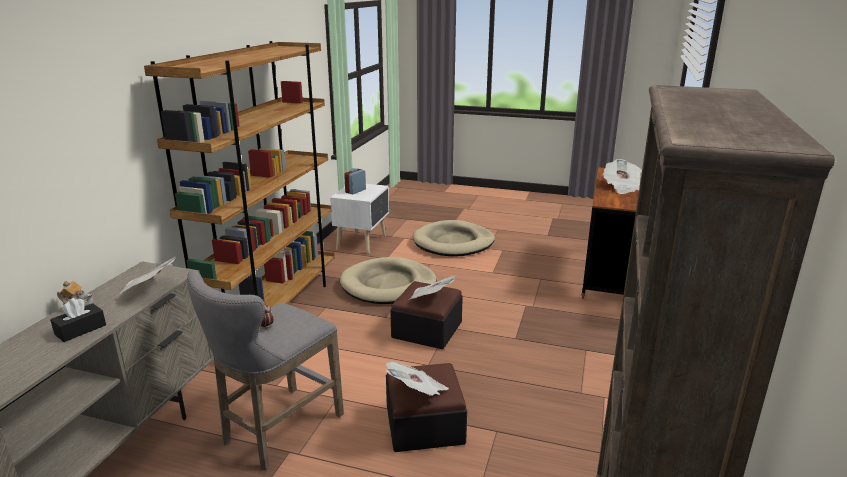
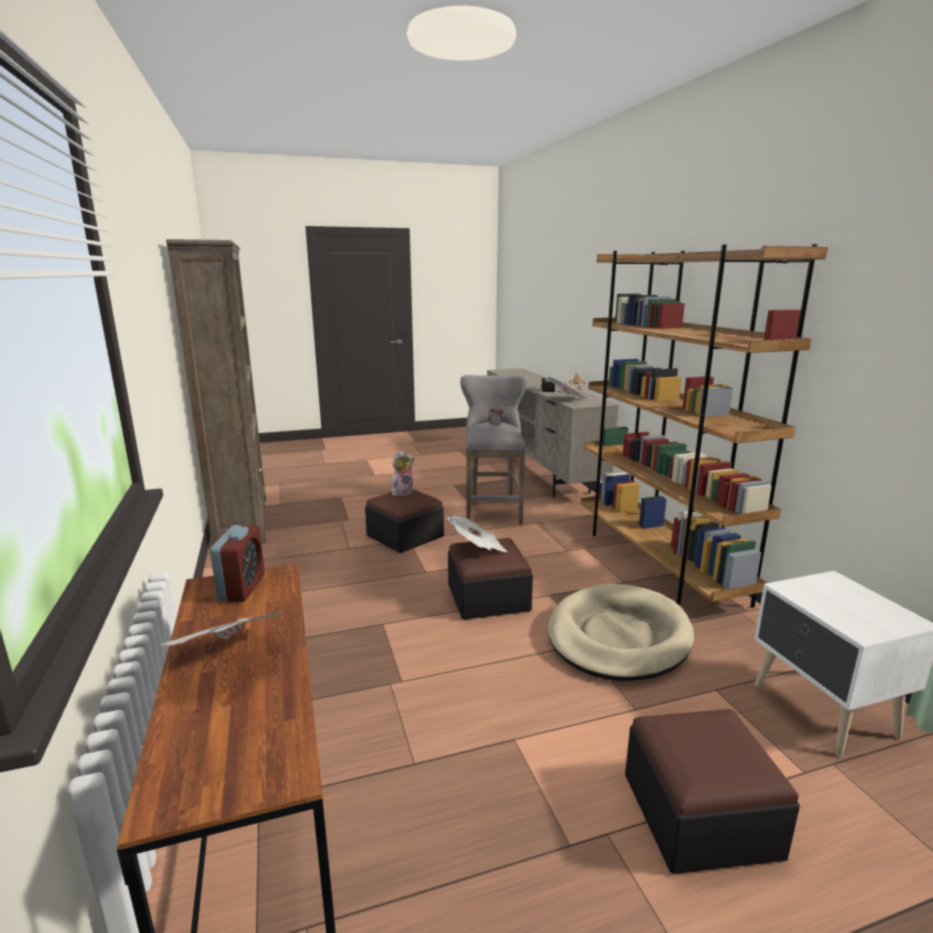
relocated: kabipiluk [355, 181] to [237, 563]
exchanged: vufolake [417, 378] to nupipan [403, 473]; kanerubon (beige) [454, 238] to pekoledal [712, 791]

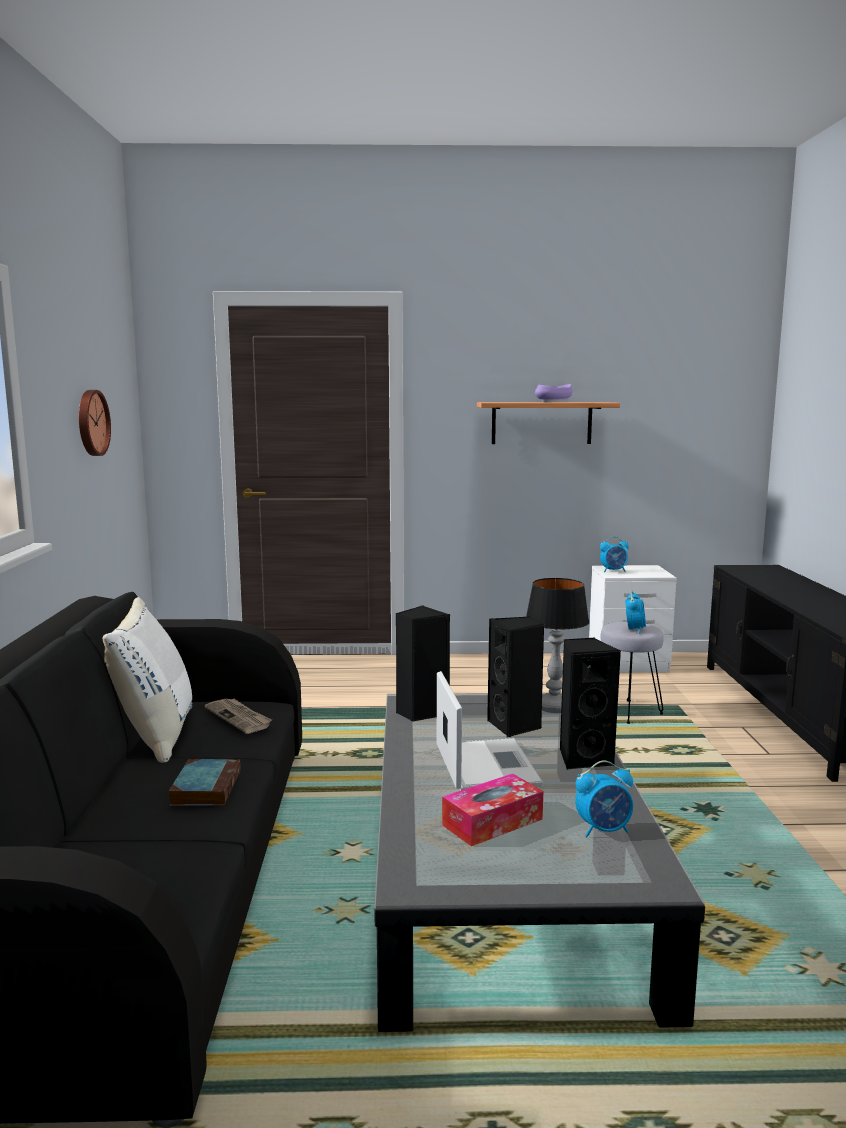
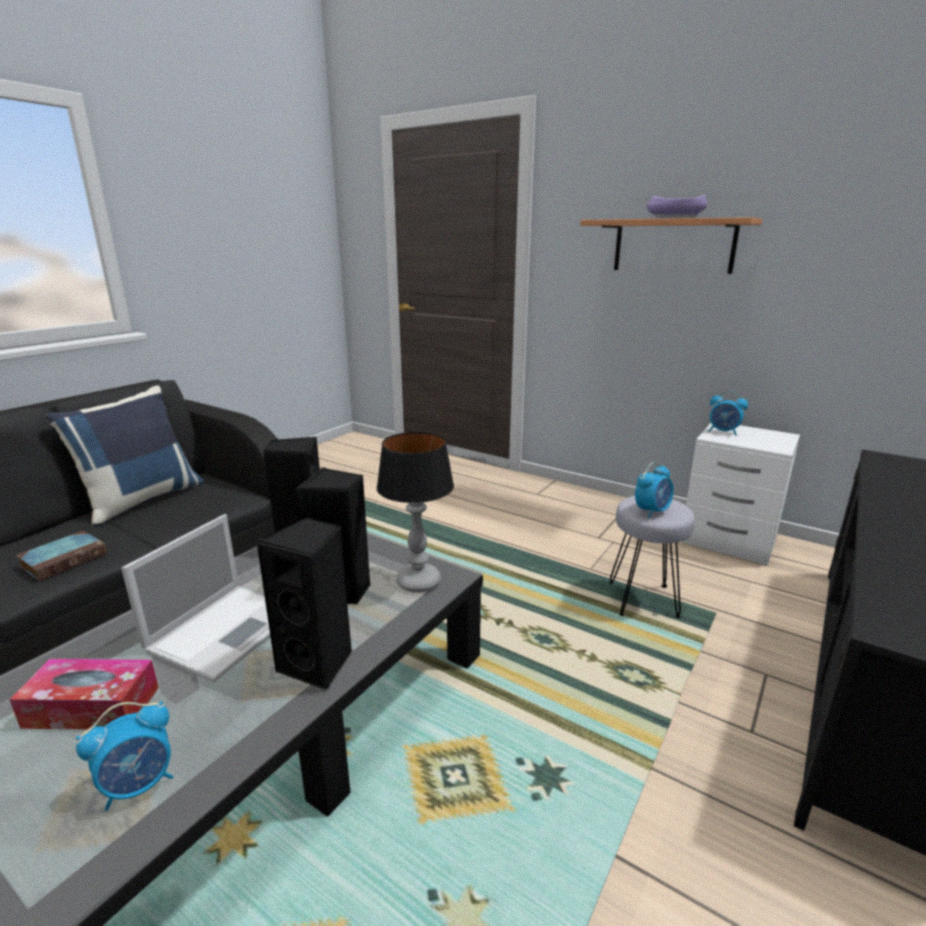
missing: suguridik [95, 423]; vufolake [238, 716]
colour: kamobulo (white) [147, 680] to kamobulo (blue) [124, 456]
spun: kabipiluk [604, 798] = [124, 756] 60 degrees counterclockwise

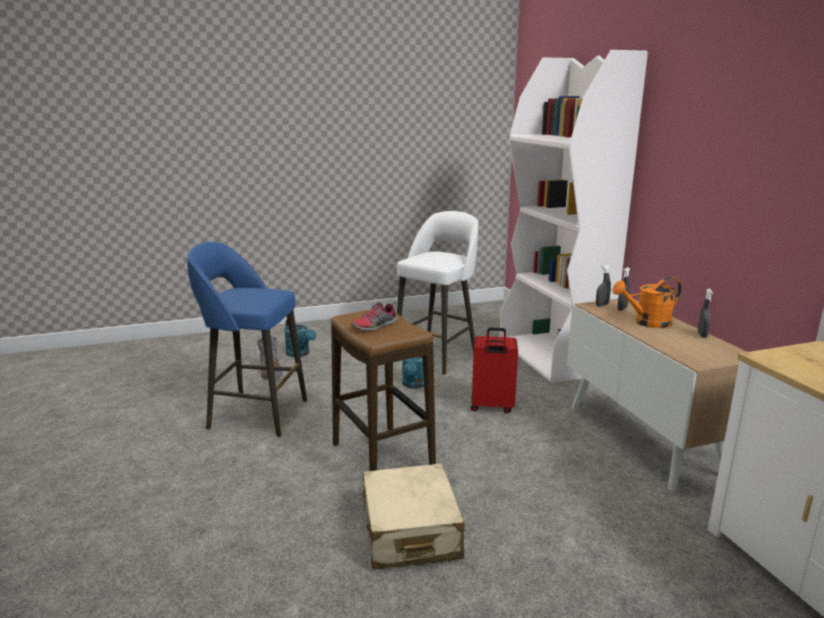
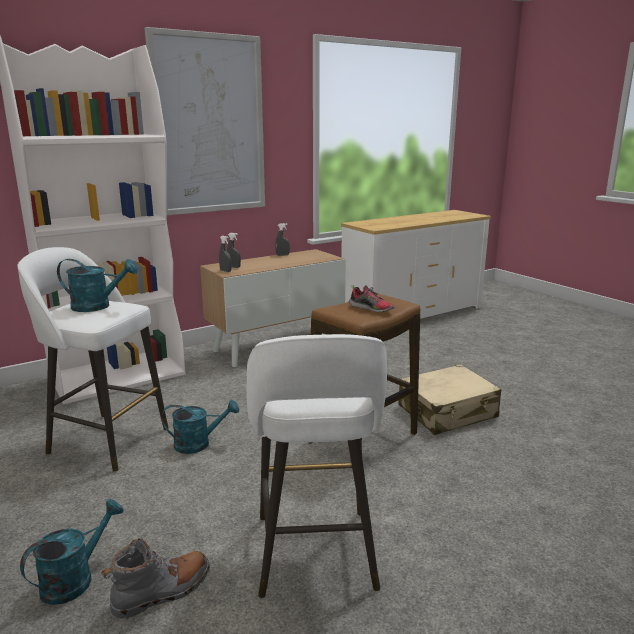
missing: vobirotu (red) [494, 370]; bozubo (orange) [647, 302]
appeared: bozubo (turquoise) [97, 285]; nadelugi [204, 121]
colour: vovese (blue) [247, 339] to vovese (white) [317, 466]

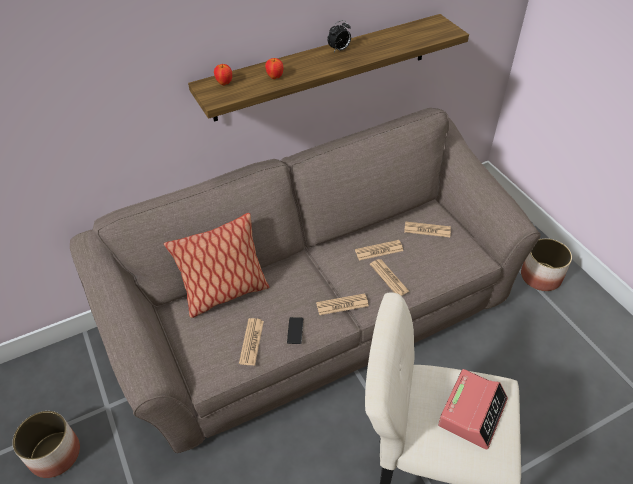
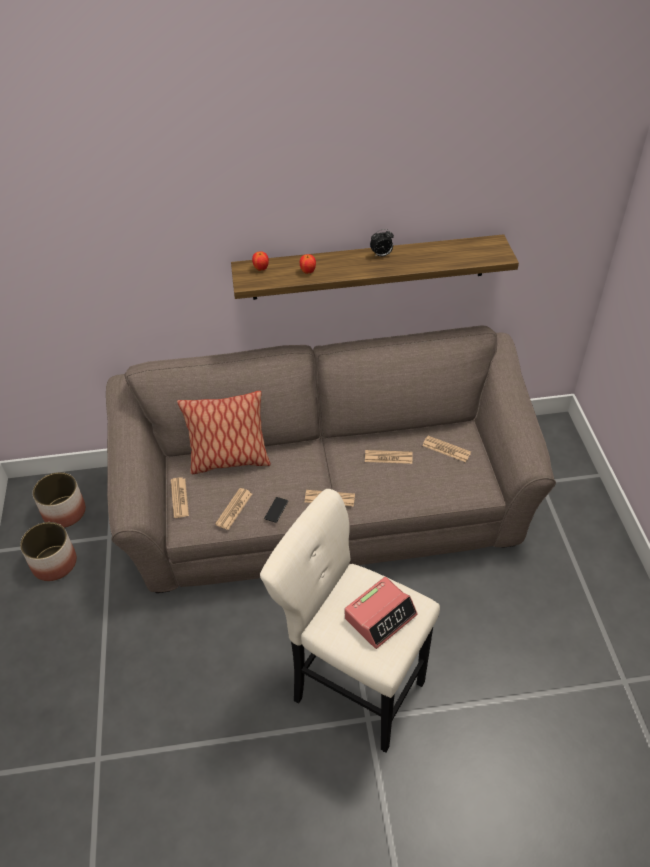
relocated: vufolake [390, 277] to [180, 497]; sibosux [546, 264] to [59, 500]

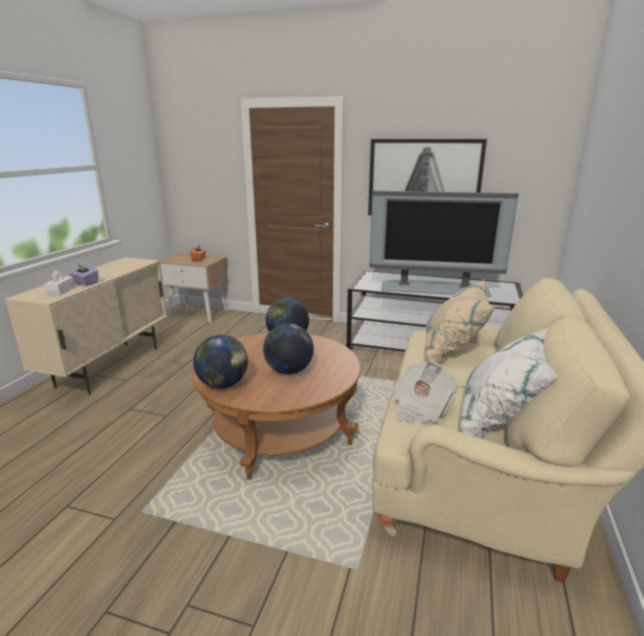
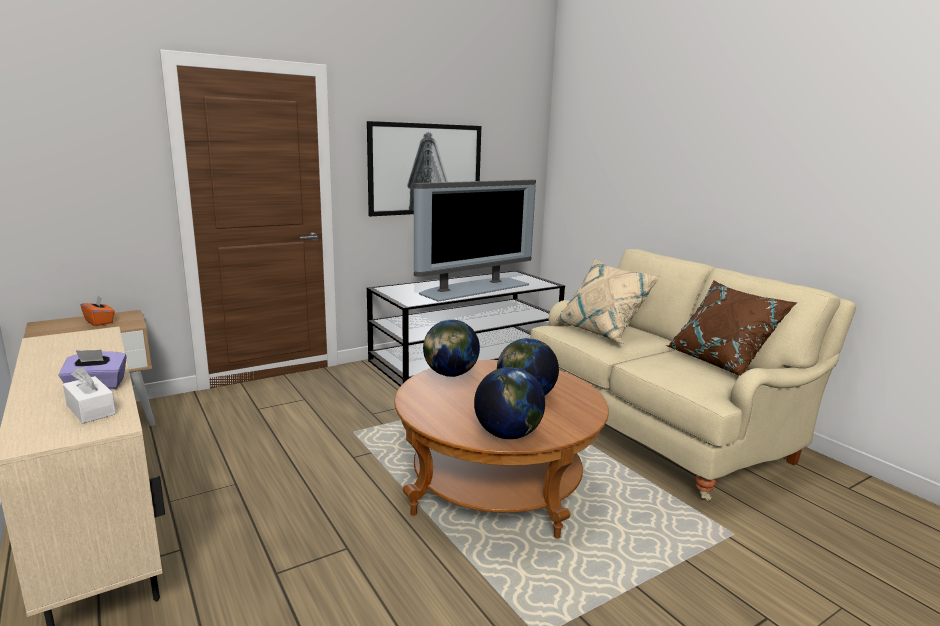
missing: vufolake [425, 392]
colour: kamobulo (white) [509, 383] to kamobulo (brown) [731, 328]

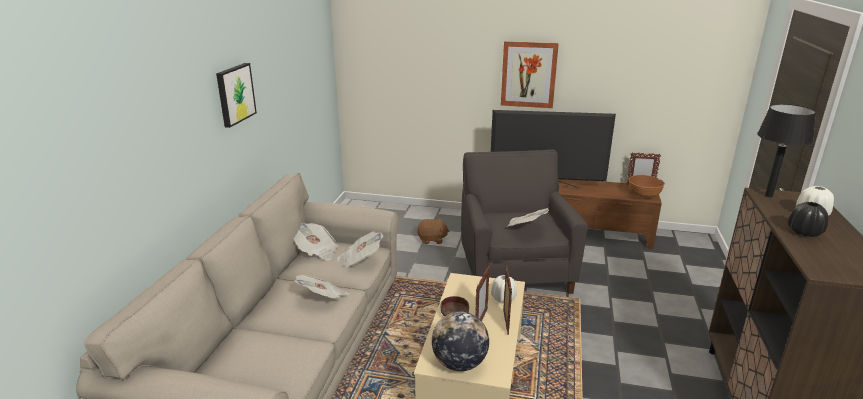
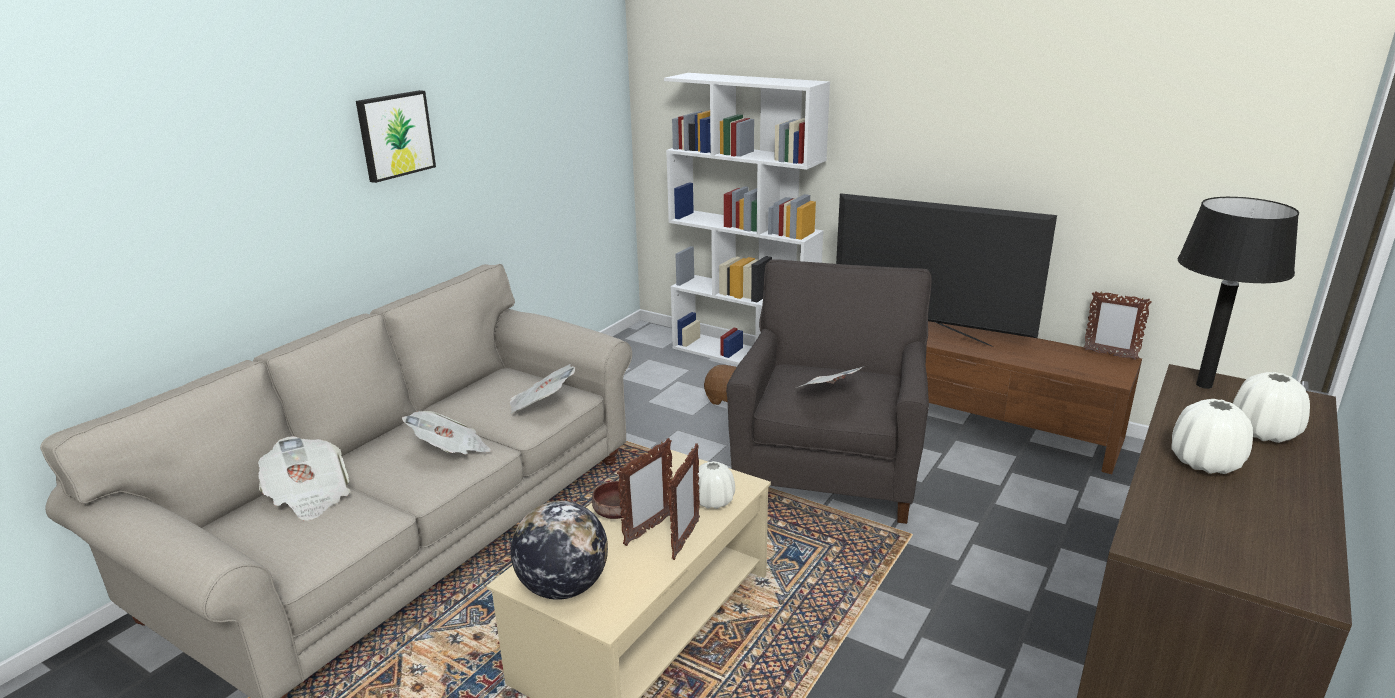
missing: nadelugi [530, 74]; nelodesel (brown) [646, 186]
appeared: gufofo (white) [747, 219]
relocated: vufolake [316, 242] to [304, 478]
colour: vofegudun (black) [808, 219] to vofegudun (white) [1212, 436]

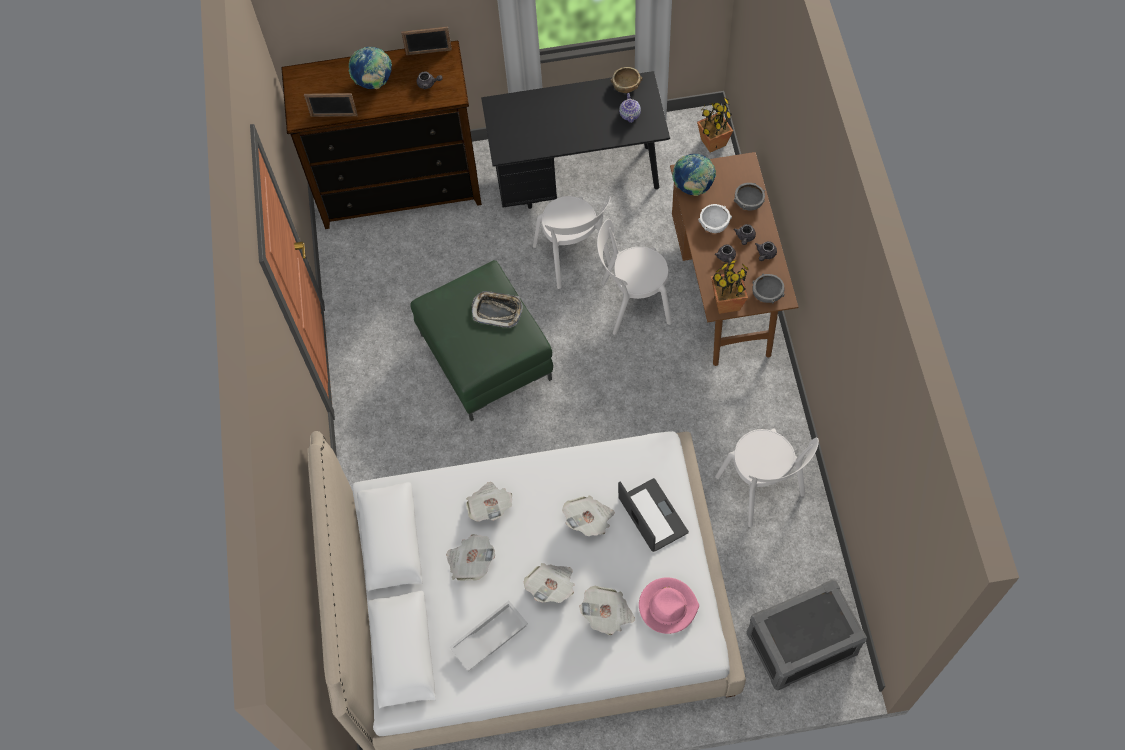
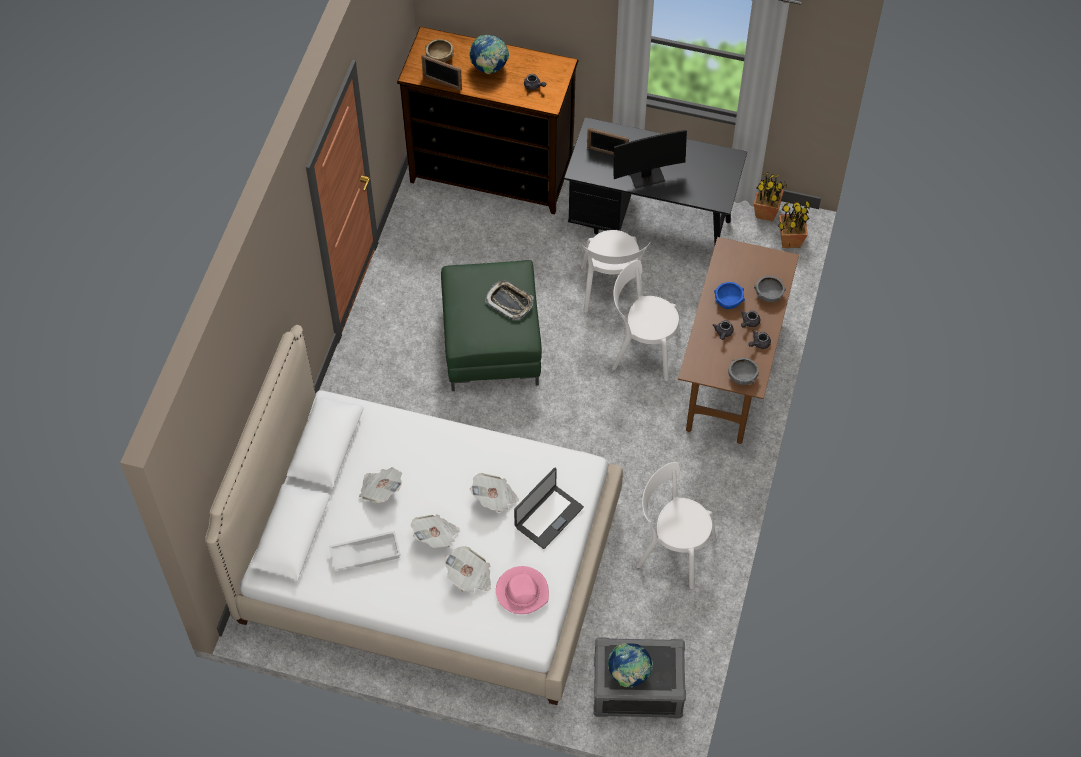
missing: vufolake [489, 502]; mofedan [630, 108]
appeared: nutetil [650, 159]
relocated: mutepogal [426, 41] to [608, 141]; nelodesel (brown) [626, 80] to [440, 50]; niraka [694, 175] to [630, 665]; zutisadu [730, 287] to [770, 197]
colour: nelodesel (white) [715, 218] to nelodesel (blue) [729, 295]
spun: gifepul [653, 515] = [549, 508] 45 degrees clockwise; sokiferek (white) [767, 477] = [676, 525] 120 degrees clockwise

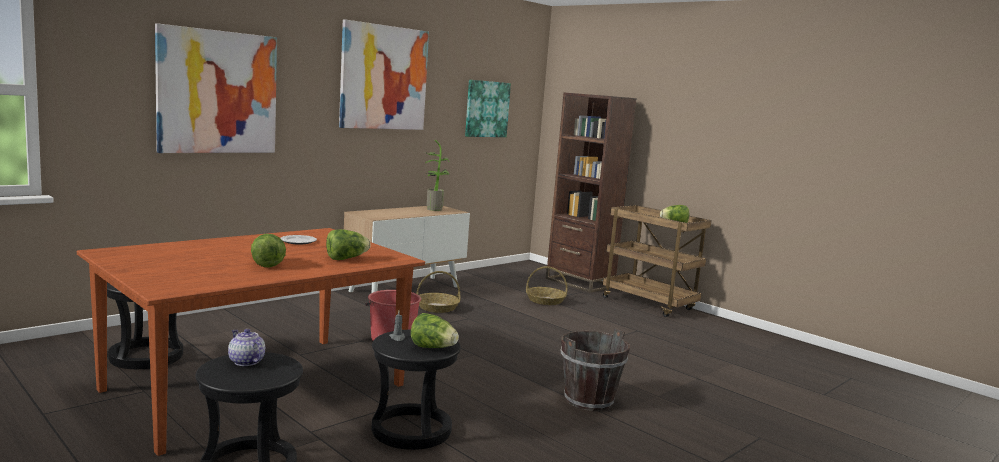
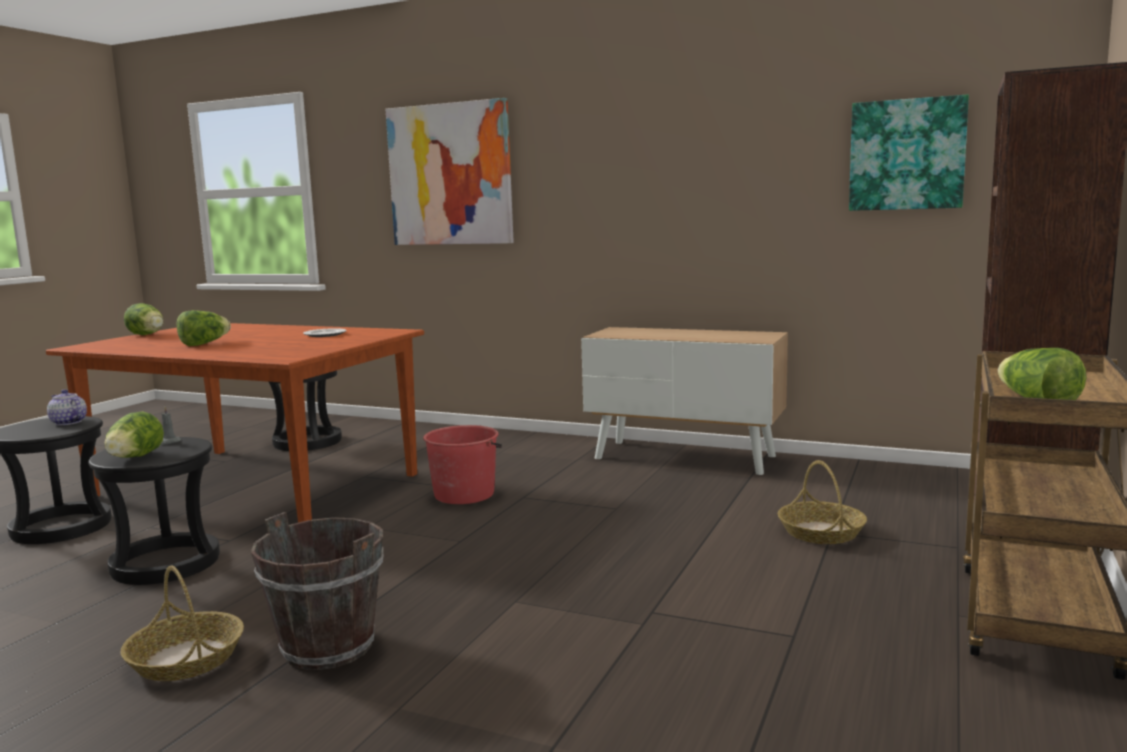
missing: nadelugi [384, 74]; zutisadu [437, 175]
relocated: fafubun [348, 244] to [144, 319]; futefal [438, 292] to [182, 623]
spun: mofedan [246, 347] = [67, 407] 75 degrees counterclockwise

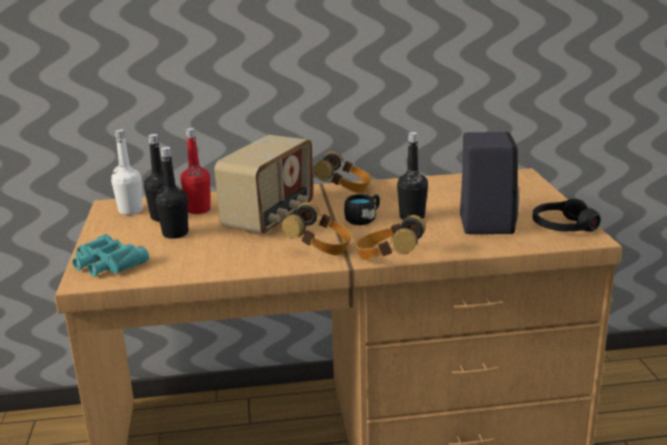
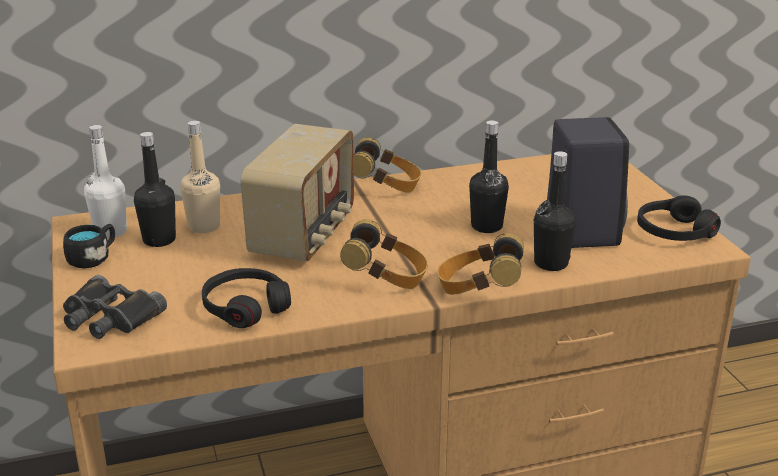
appeared: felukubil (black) [246, 298]
relocated: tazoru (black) [172, 193] to [555, 211]; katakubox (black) [362, 209] to [89, 246]
colour: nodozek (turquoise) [111, 255] to nodozek (black) [115, 307]; tazoru (red) [195, 171] to tazoru (beige) [200, 177]

